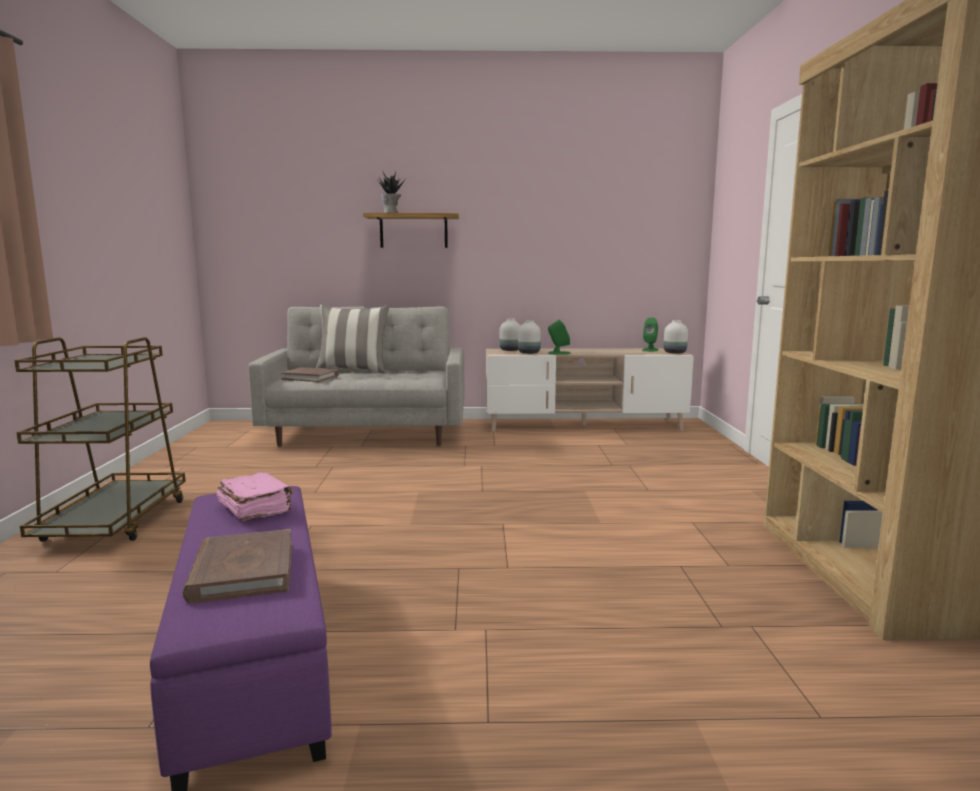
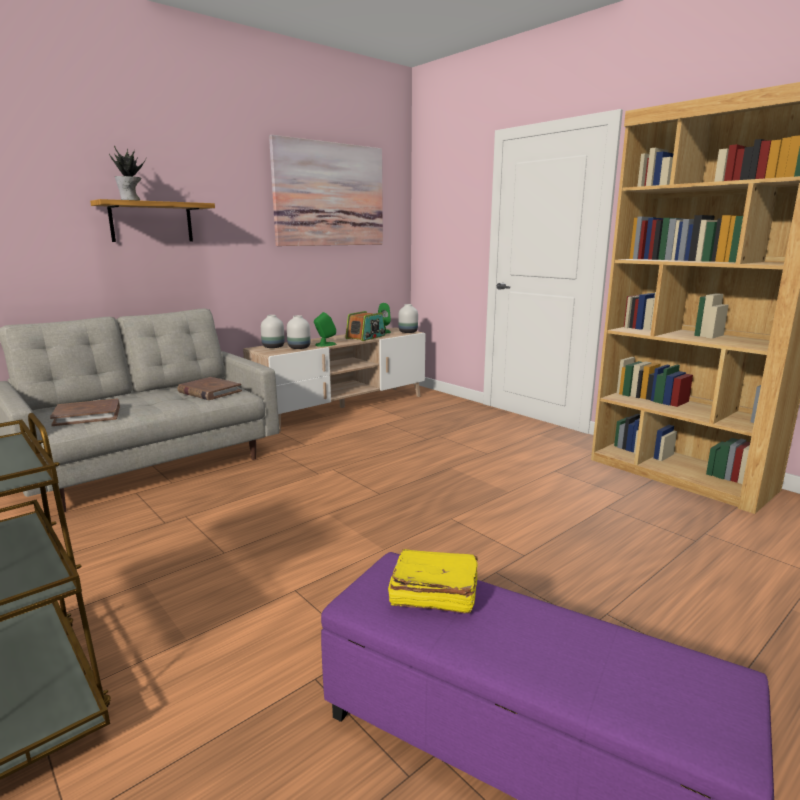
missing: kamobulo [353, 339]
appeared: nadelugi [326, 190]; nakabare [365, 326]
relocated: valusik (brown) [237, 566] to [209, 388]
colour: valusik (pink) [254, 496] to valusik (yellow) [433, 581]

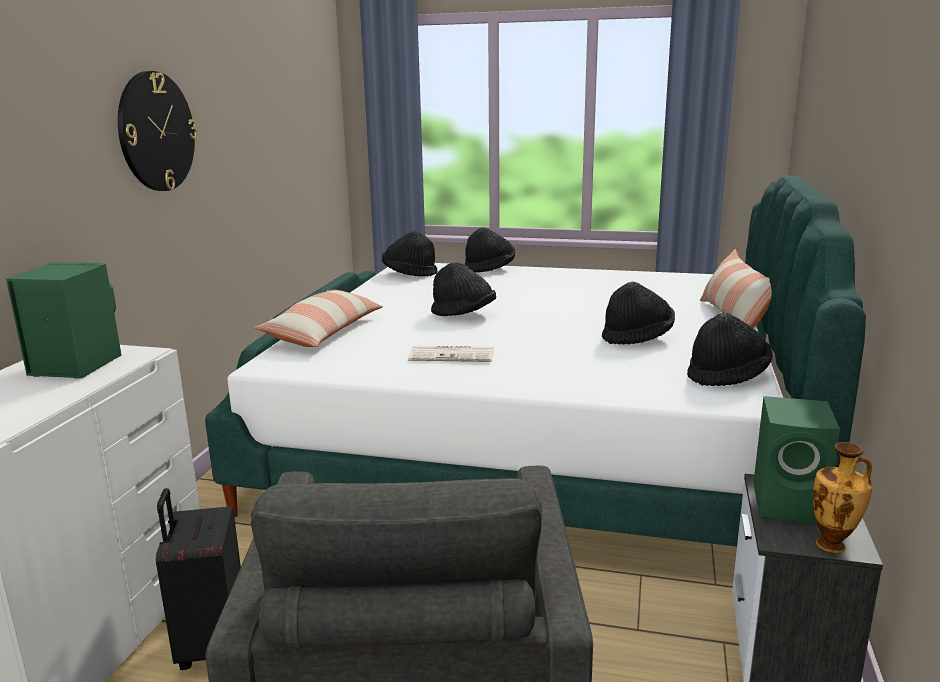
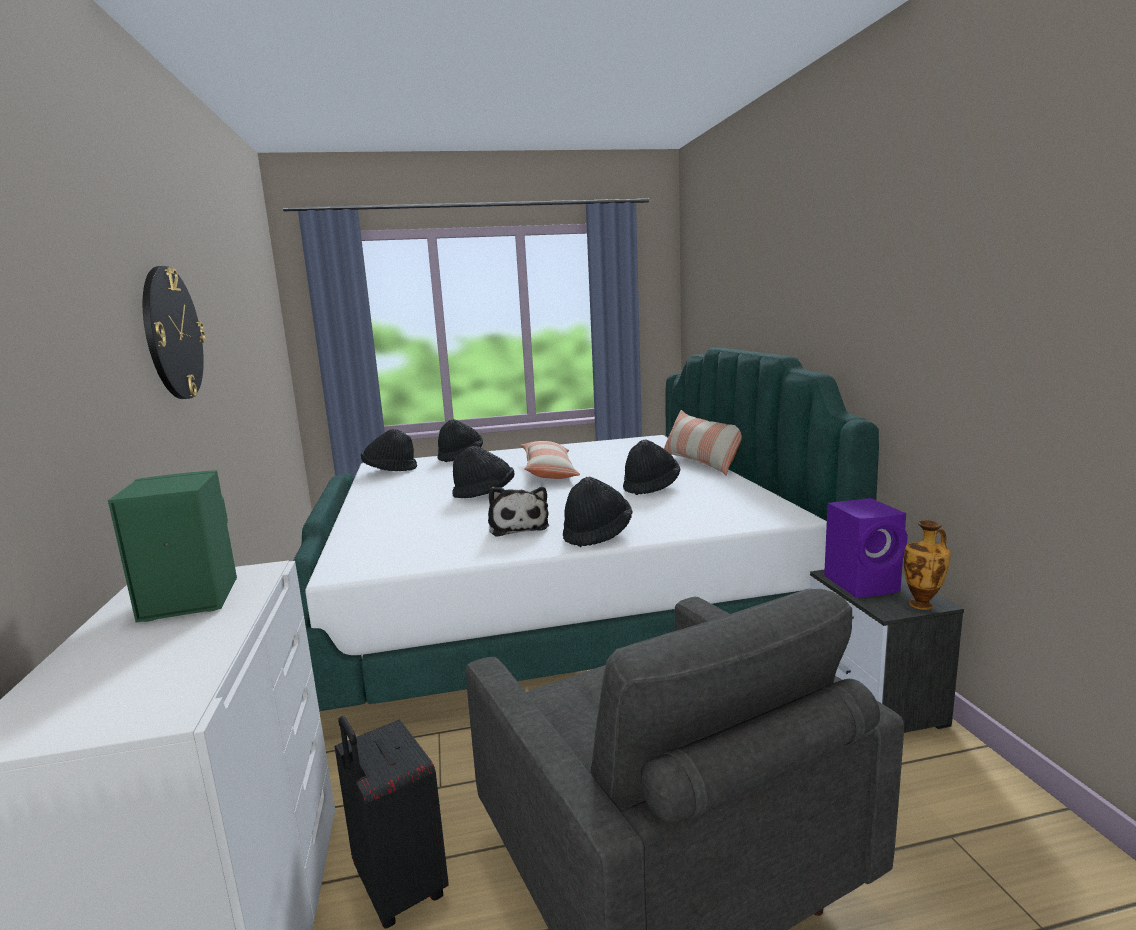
relocated: kamobulo [319, 318] to [550, 460]; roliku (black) [729, 349] to [597, 511]
exchanged: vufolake [451, 353] to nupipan [518, 512]
colour: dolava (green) [797, 459] to dolava (purple) [866, 547]

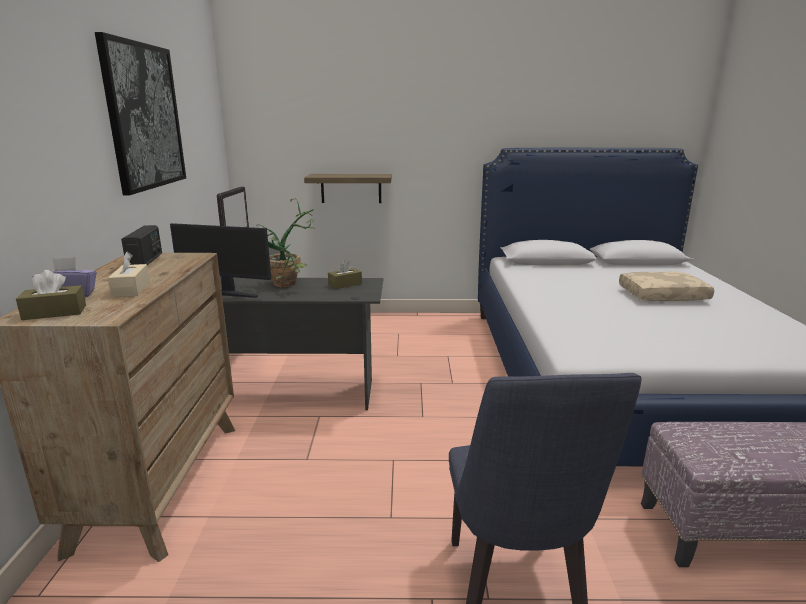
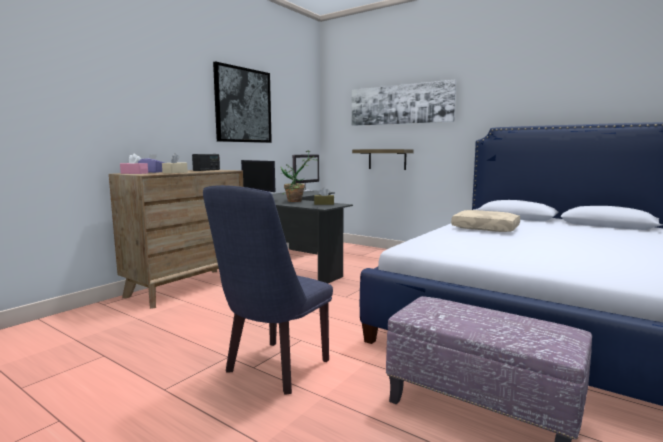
appeared: nadelugi [404, 102]
relocated: kamobulo (beige) [666, 286] to [485, 221]
colour: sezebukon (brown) [51, 295] to sezebukon (pink) [134, 163]

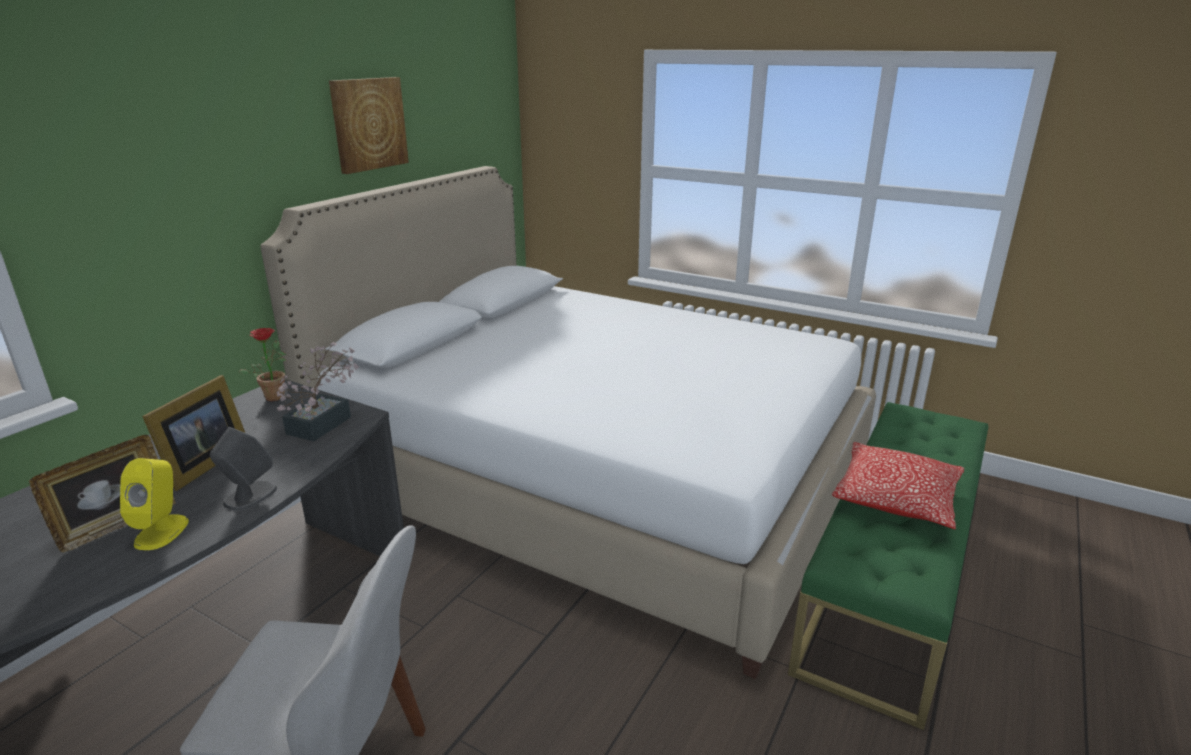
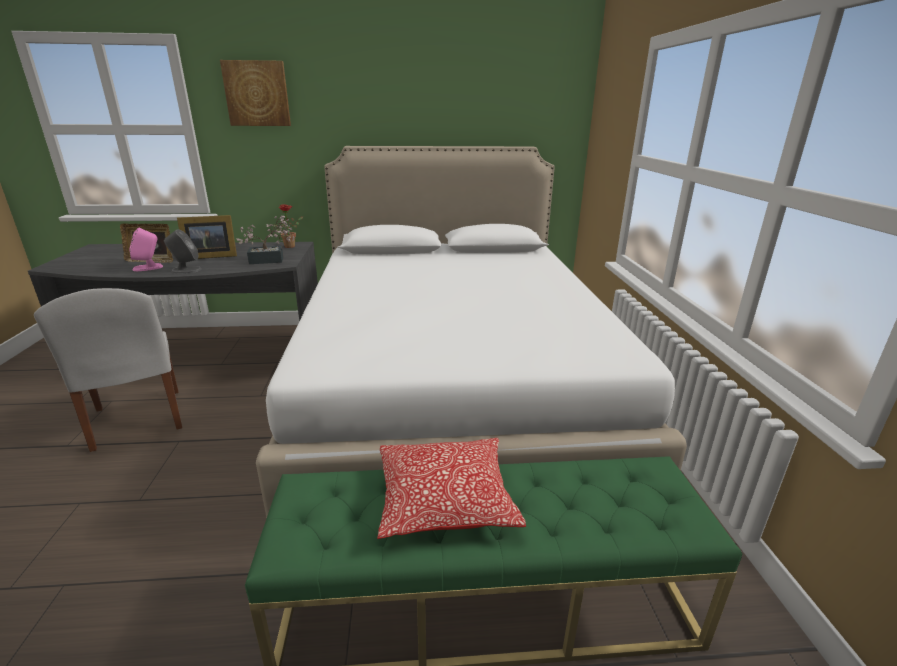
relocated: nadelugi [369, 125] to [255, 93]
colour: dolava (yellow) [154, 504] to dolava (pink) [146, 249]

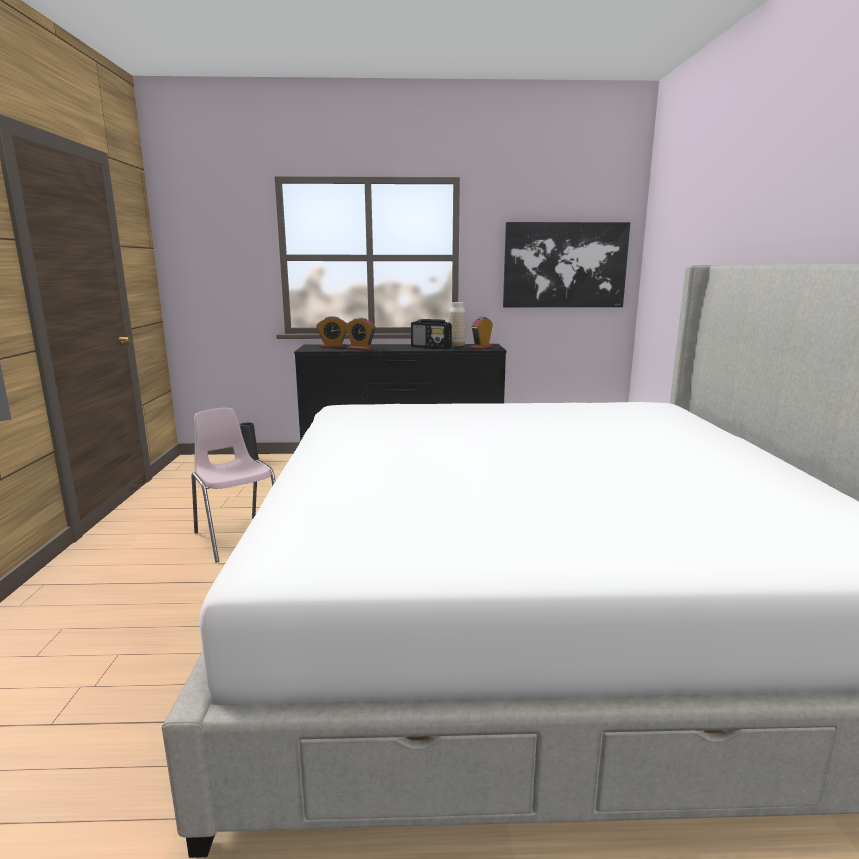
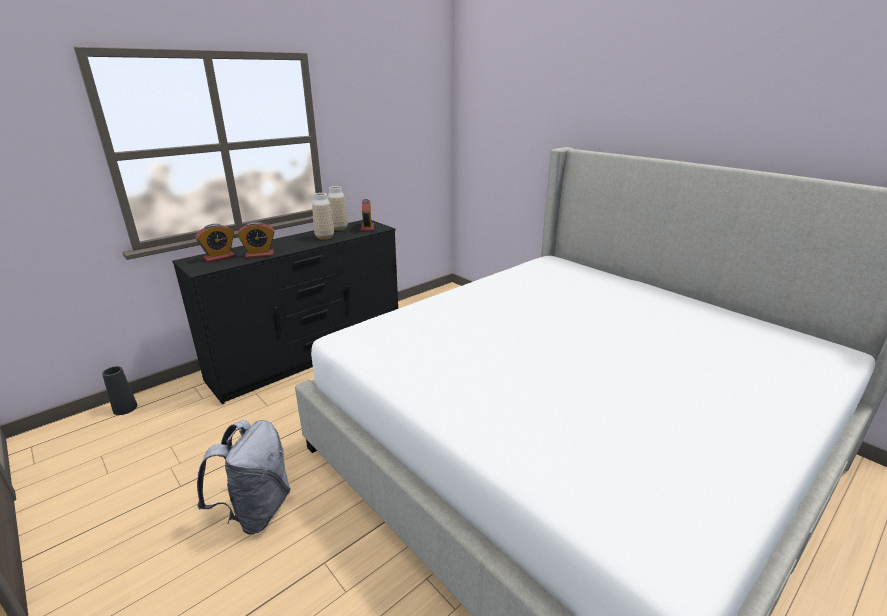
missing: nadelugi [566, 264]
exchanged: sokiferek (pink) [233, 485] to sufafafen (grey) [243, 477]; nakabare [431, 334] to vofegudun [323, 216]

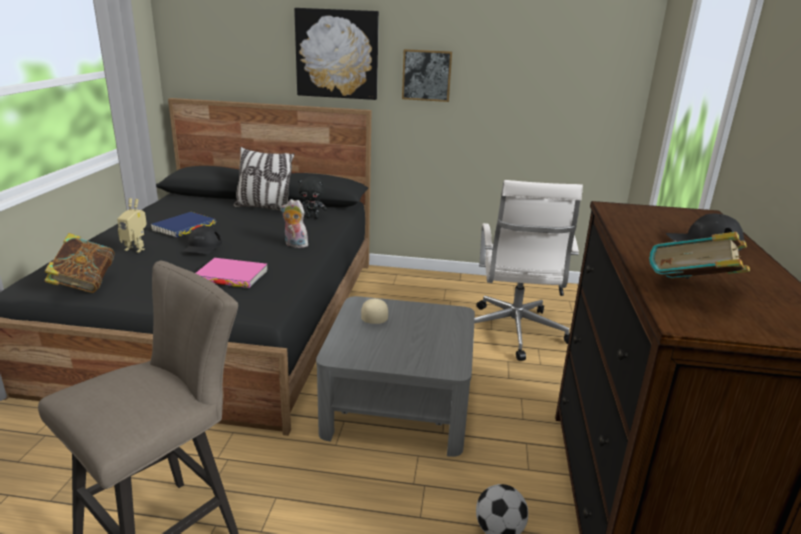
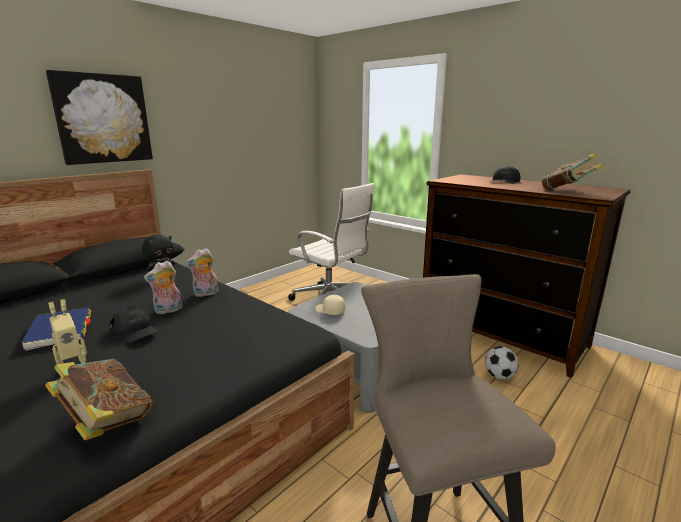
missing: valusik (pink) [231, 273]; kamobulo [263, 179]; nadelugi [427, 75]
appeared: nupipan [163, 287]

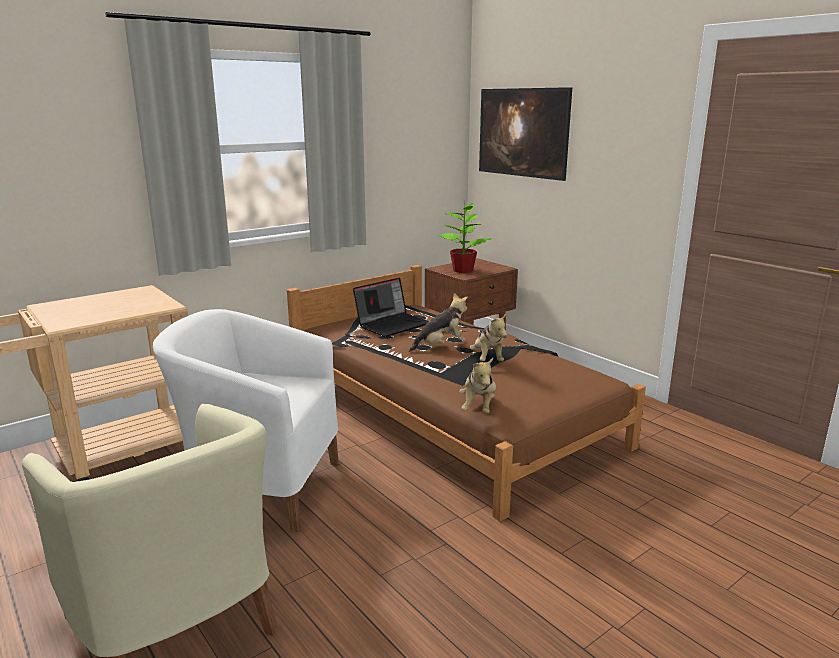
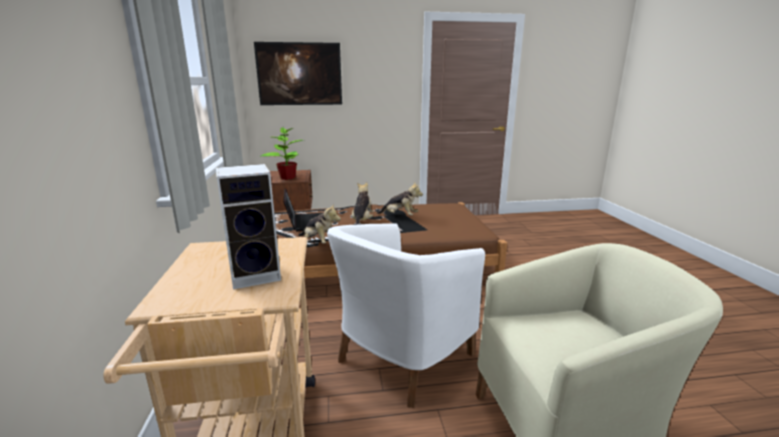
appeared: dolava [248, 226]
relocated: nupipan [477, 386] to [319, 223]

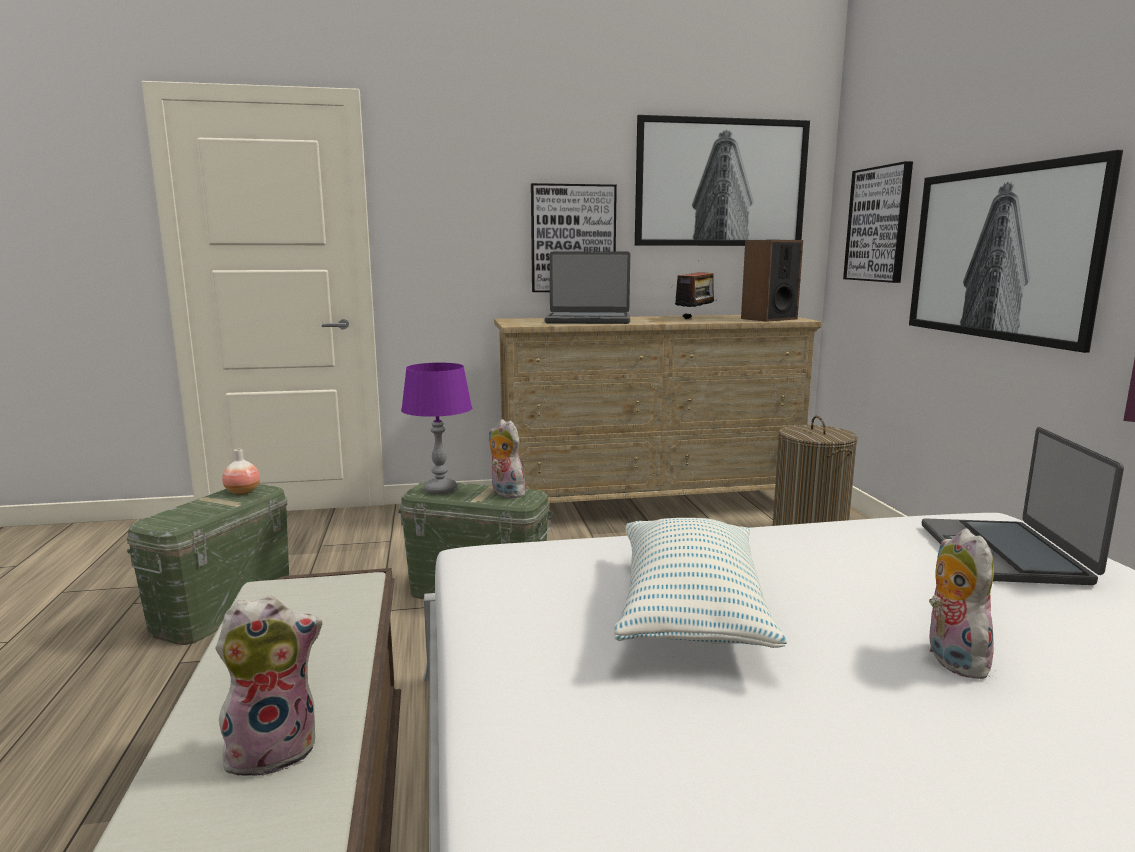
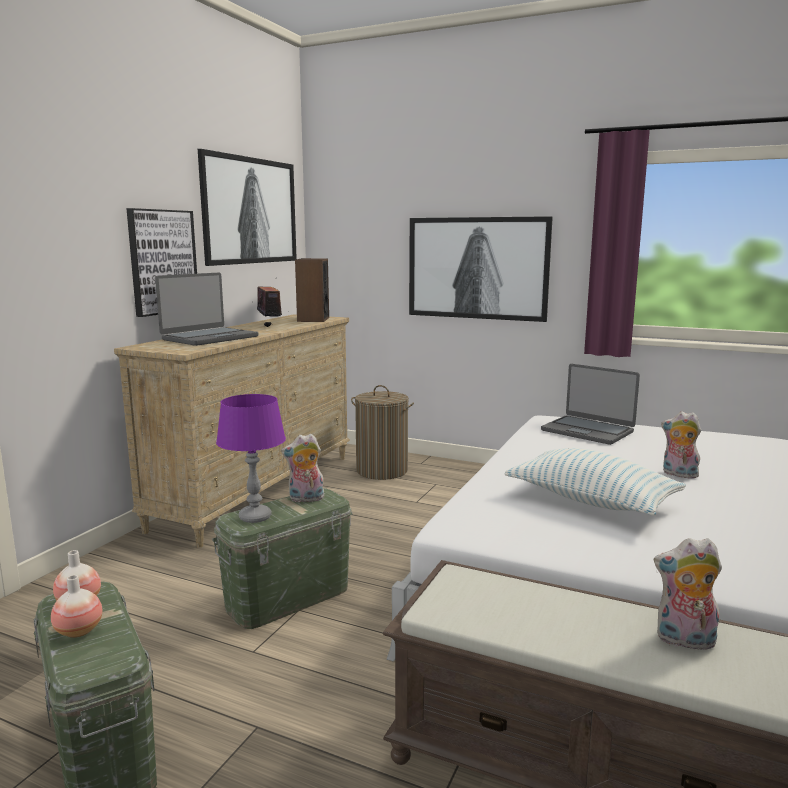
missing: nadelugi [878, 222]
appeared: vofegudun [76, 606]
spun: nupipan [269, 688] = [688, 594] 90 degrees counterclockwise

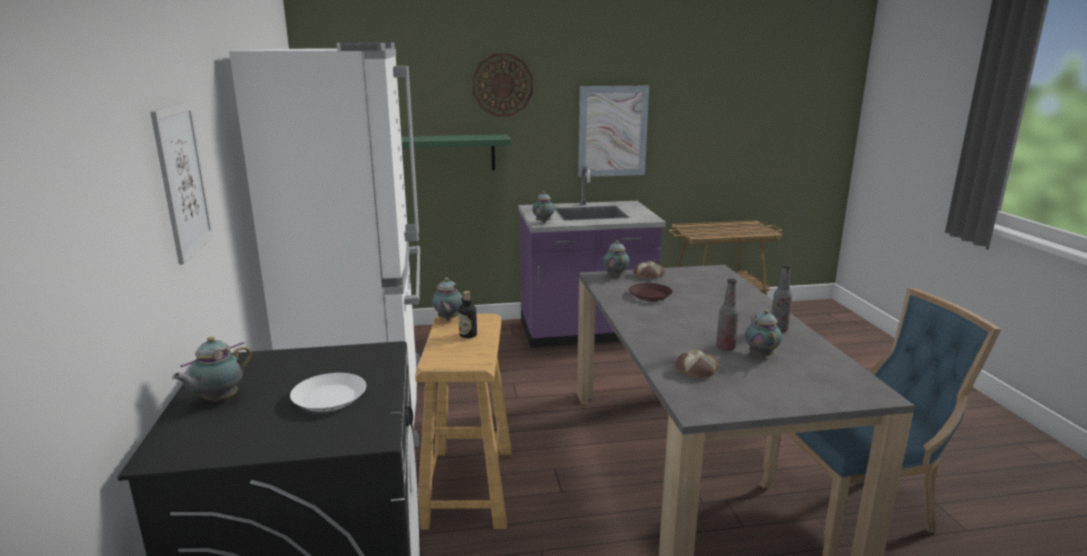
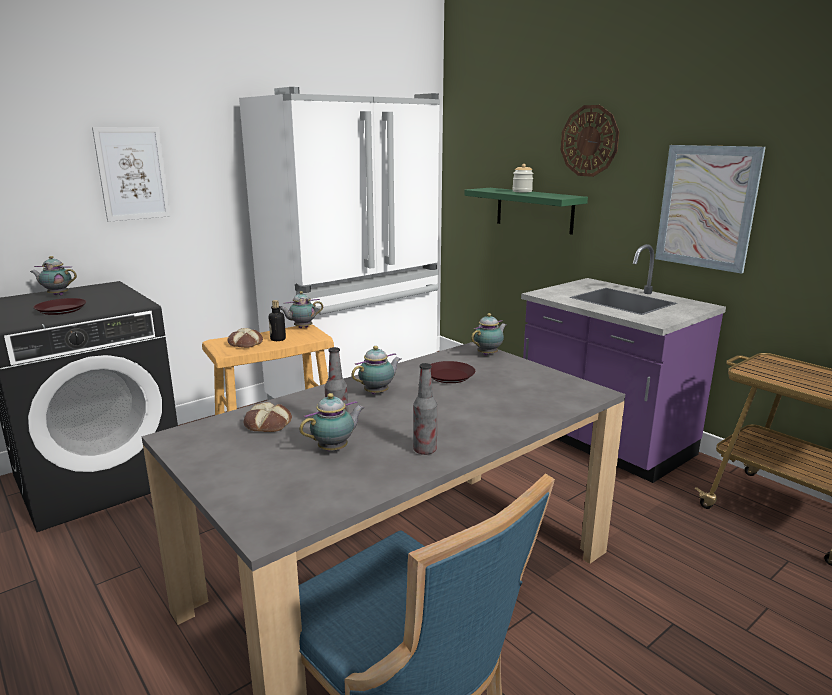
appeared: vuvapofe [522, 178]
relocated: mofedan [543, 207] to [376, 370]; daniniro [649, 270] to [245, 338]
colour: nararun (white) [328, 392] to nararun (brown) [59, 306]

